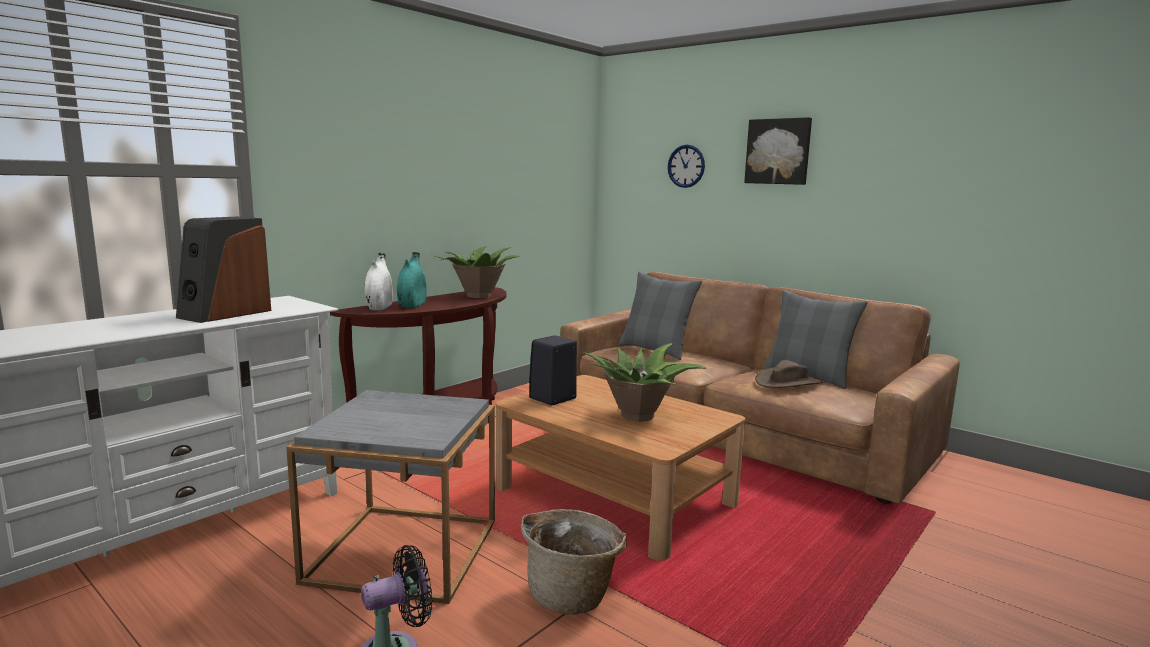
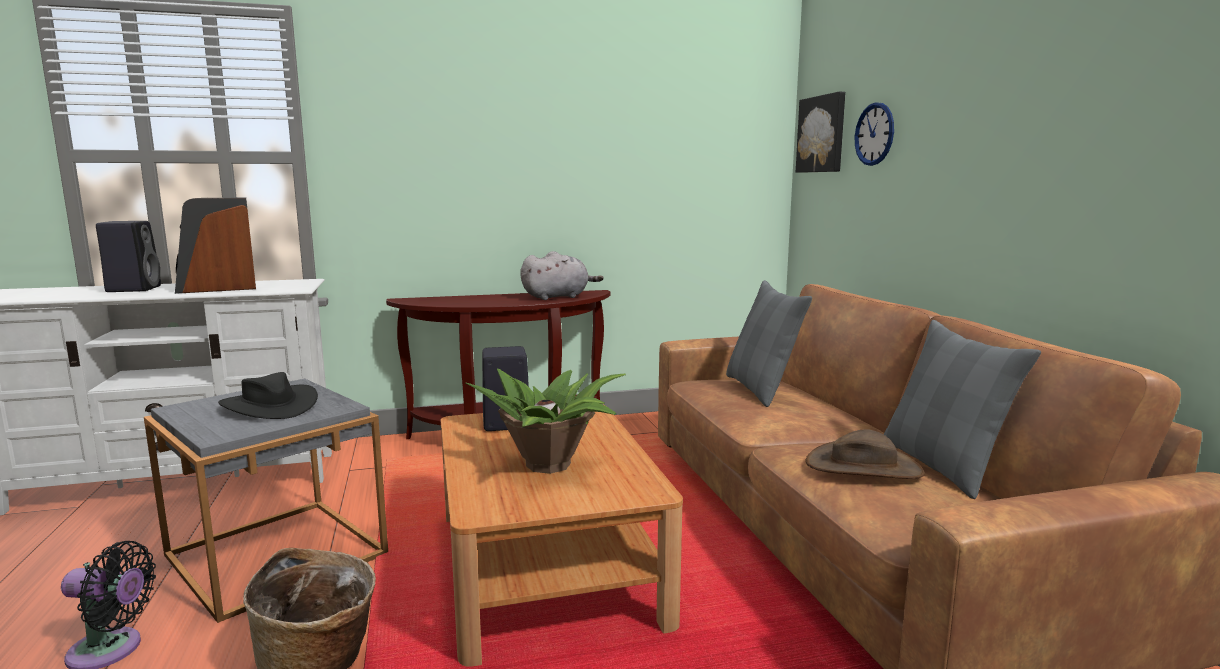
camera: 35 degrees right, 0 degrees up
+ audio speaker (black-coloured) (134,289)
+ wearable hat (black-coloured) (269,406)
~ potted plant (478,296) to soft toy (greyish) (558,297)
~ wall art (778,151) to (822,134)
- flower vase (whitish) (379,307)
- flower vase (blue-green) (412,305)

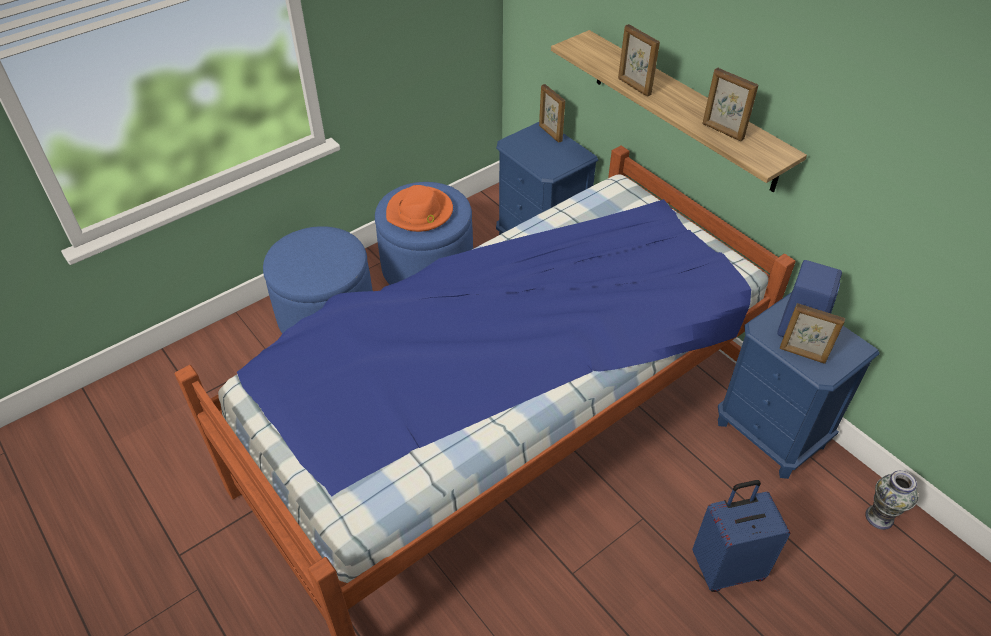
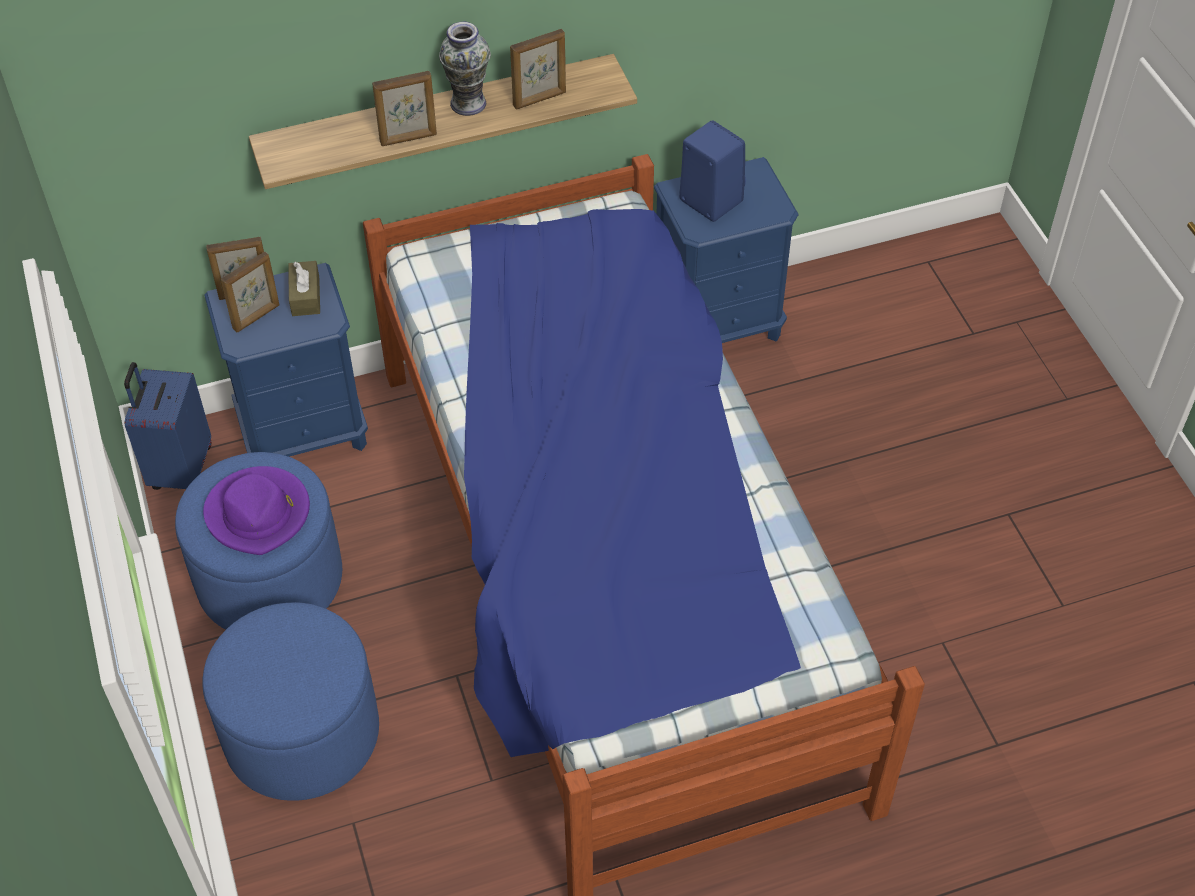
camera: 70 degrees left, 5 degrees up
~ travel case (blue-coloured) (727,567) to (180,468)
~ wearable hat (orange-coloured) (420,212) to wearable hat (purplish) (259,513)
~ photo frame (802,354) to (257,317)
+ box of tissues (brown) (305,296)
~ flower vase (879,516) to (467,103)

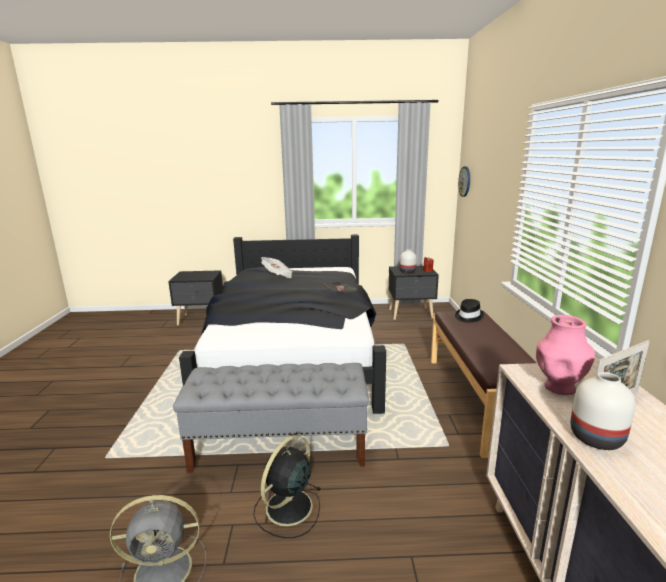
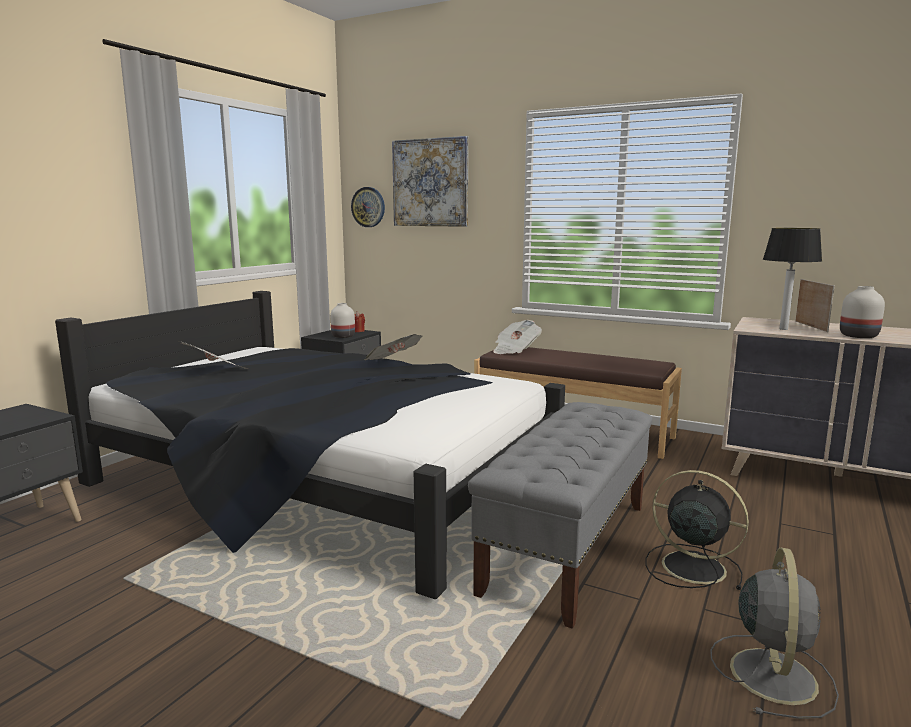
camera: 60 degrees left, 5 degrees down
+ wall art (430,183)
~ wearable hat (black-coloured) (468,316) to newspaper (515,350)
~ electric fan (black-coloured) (287,508) = (690,566) 150 degrees clockwise
~ flower vase (pinkish) (558,388) to table lamp (783,329)

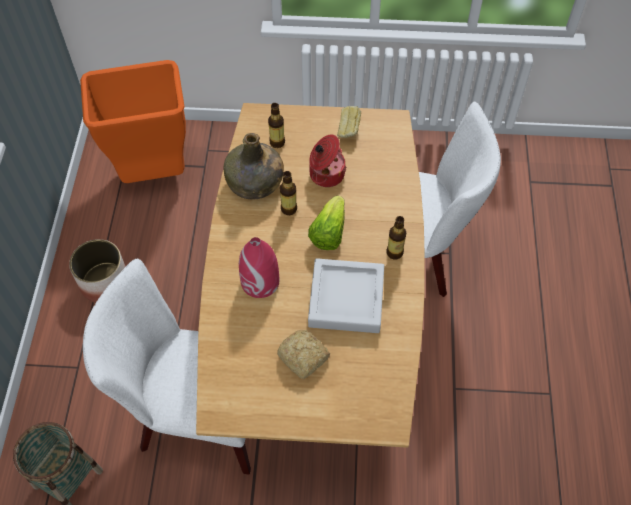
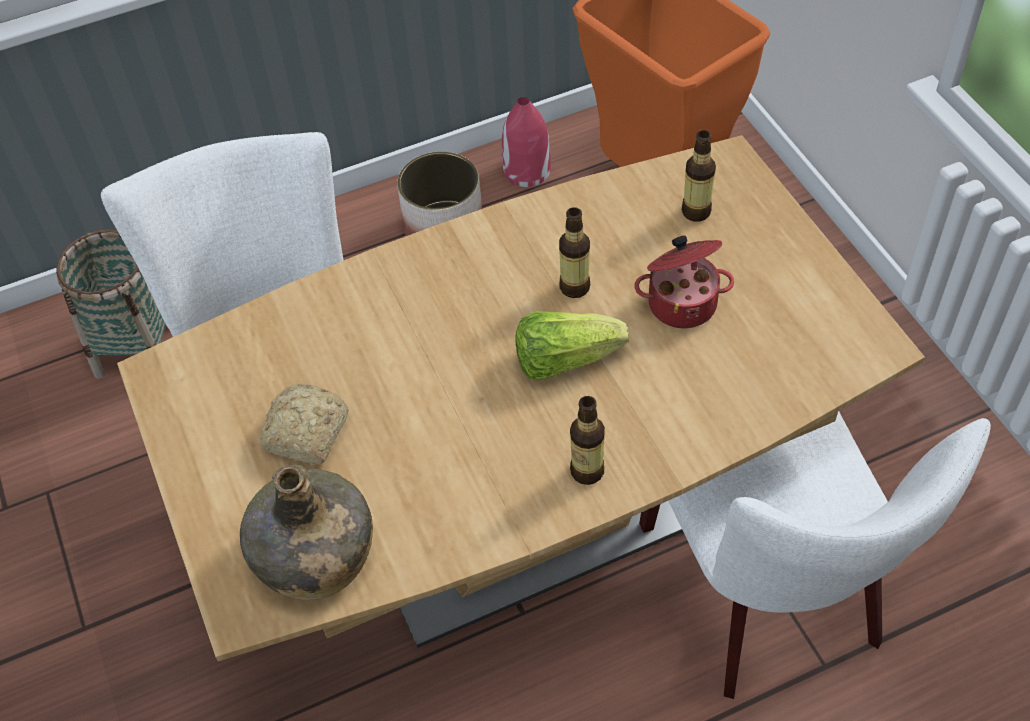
camera: 65 degrees right, 5 degrees down
~ beverage bottle (green-coloured) (255,183) to (314,556)
~ flower vase (reddish) (260,281) to (526,170)
- tray (greyish) (346,299)
- bakery bread (348,130)

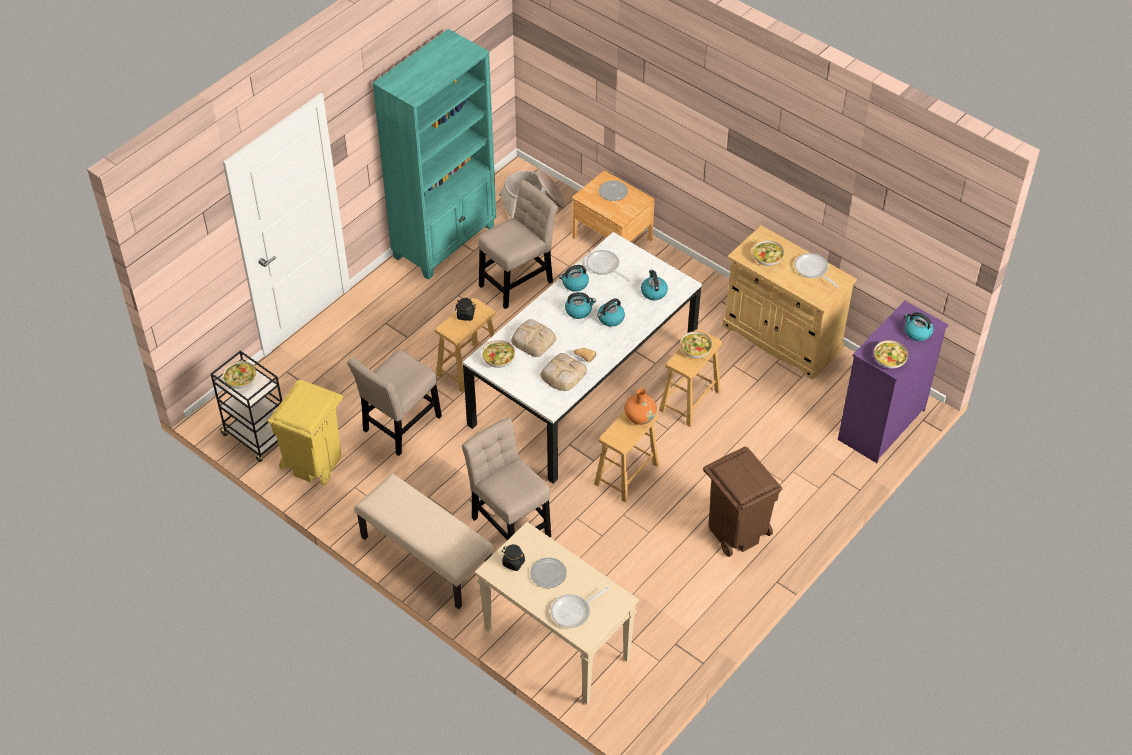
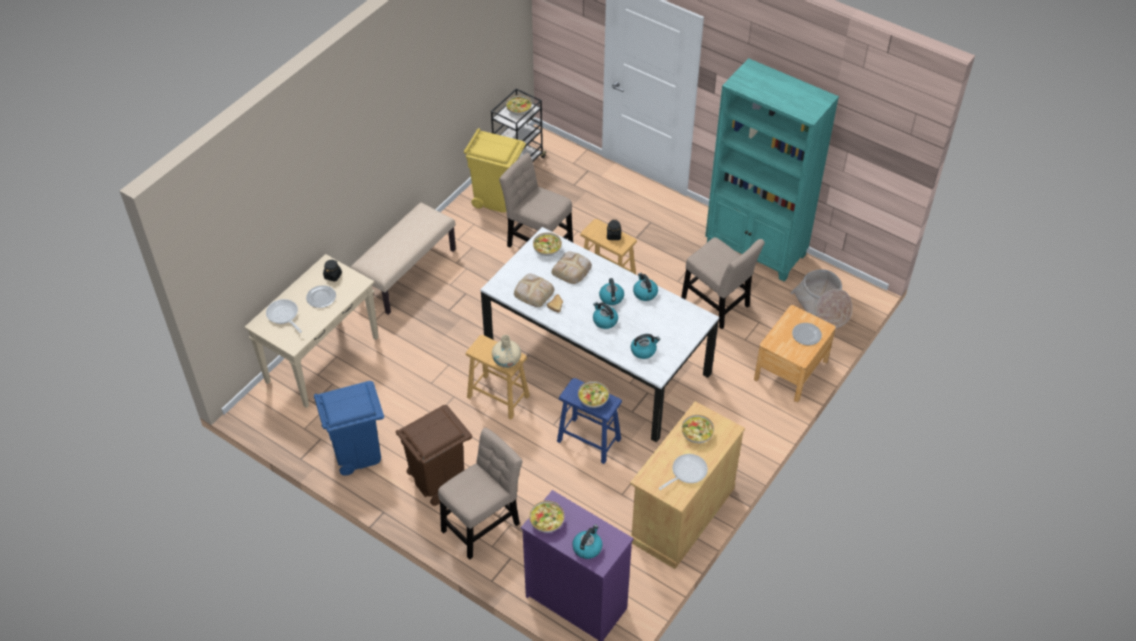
camera: 85 degrees right, 0 degrees up
+ trash can (blue-coloured) (357,452)
~ chair (beige) (509,523) to (483,524)
~ flower vase (orange-coloured) (640,417) to flower vase (beige) (506,361)
~ stool seat (brown) (690,401) to stool seat (blue-coloured) (589,440)
- skillet (604,267)

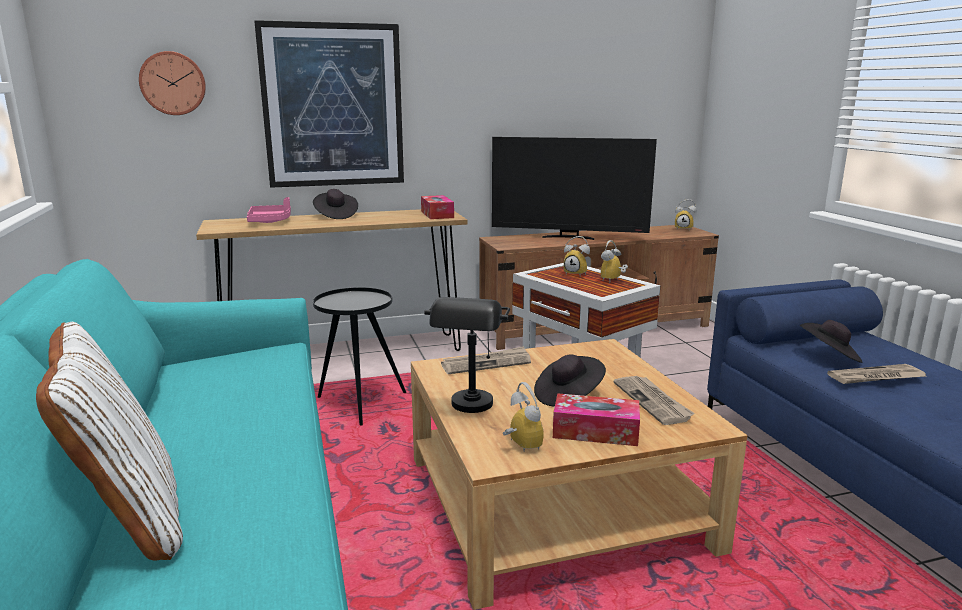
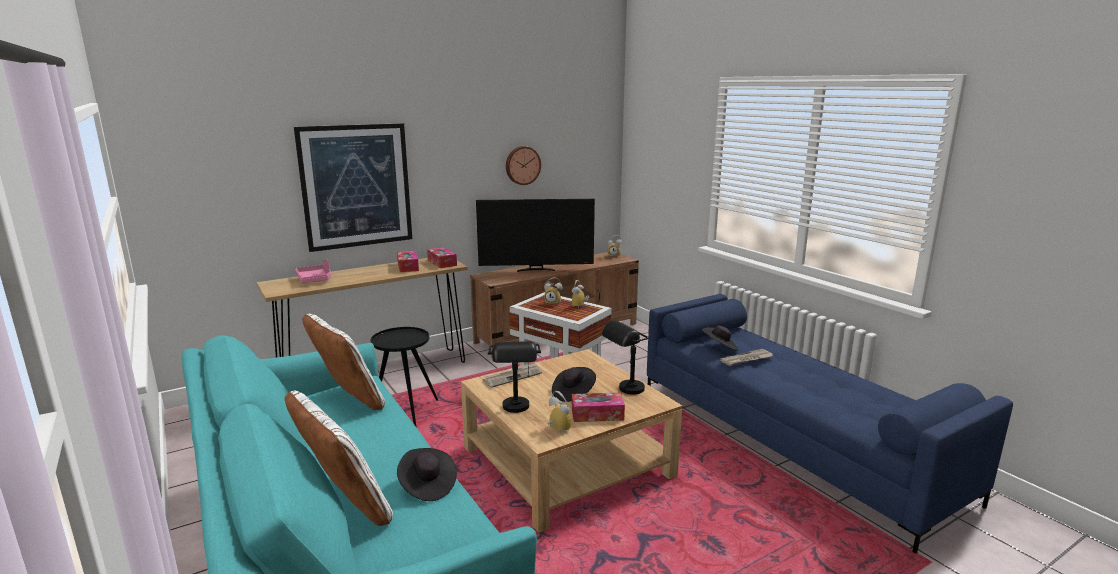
camera: 15 degrees left, 0 degrees up
+ cushion (whitish) (348,400)
+ box of tissues (408,266)
~ wearable hat (black-coloured) (335,215) to (427,485)
~ wall clock (173,83) to (522,165)
~ newspaper (653,402) to table lamp (black-coloured) (625,391)

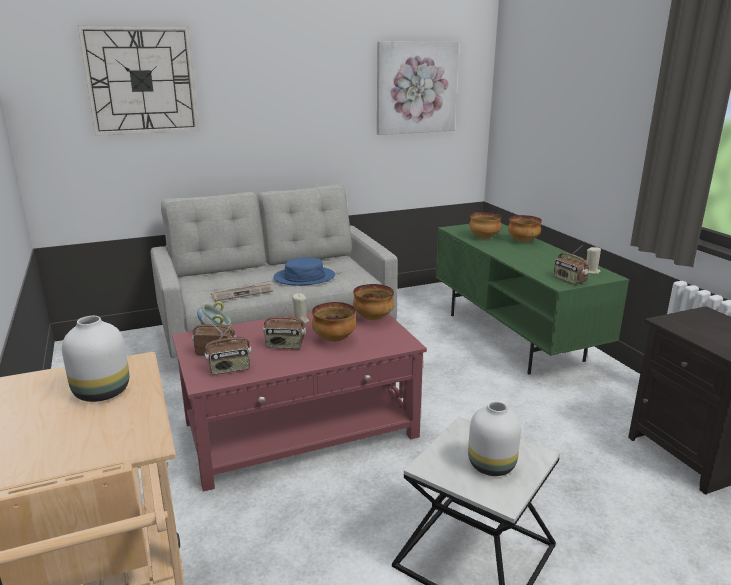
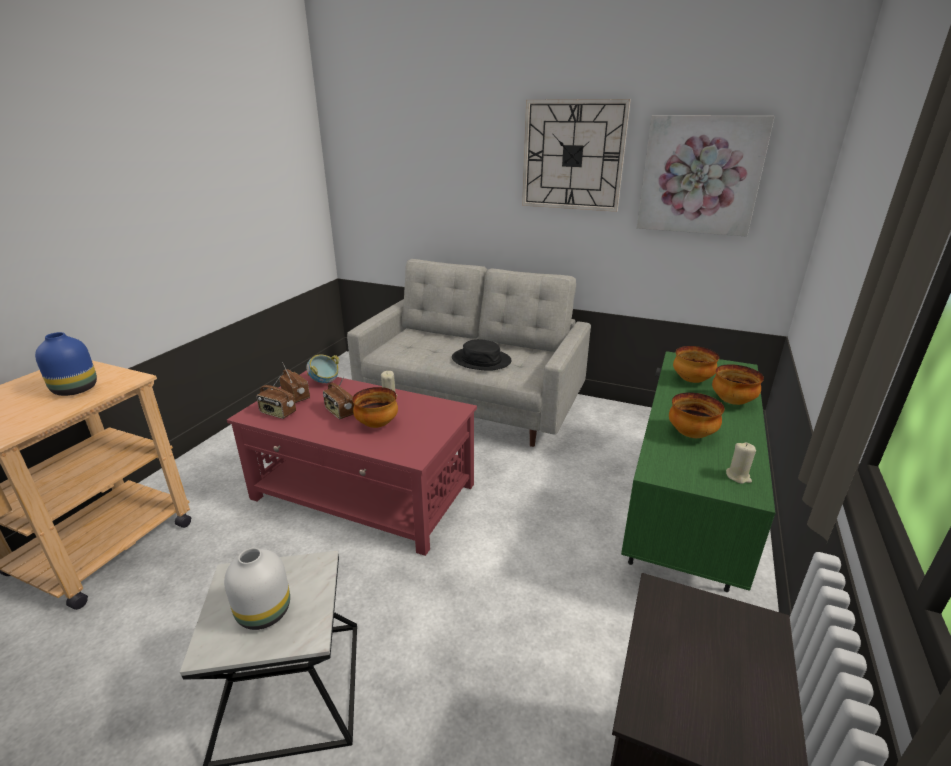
camera: 45 degrees right, 5 degrees up
~ flower vase (whitish) (100,392) to flower vase (blue-coloured) (76,389)
~ wearable hat (blue-coloured) (304,277) to wearable hat (black-coloured) (481,360)
~ wall clock (141,80) to (573,156)
~ serving bowl (372,318) to (691,434)
- newspaper (243,293)
- radio receiver (569,280)

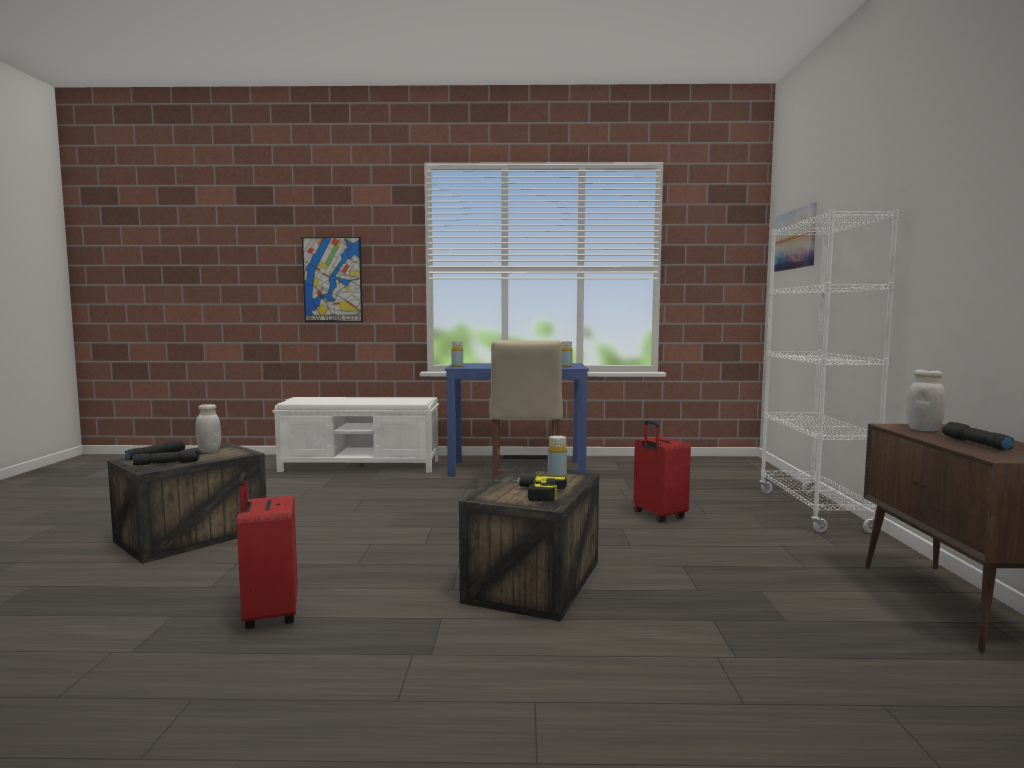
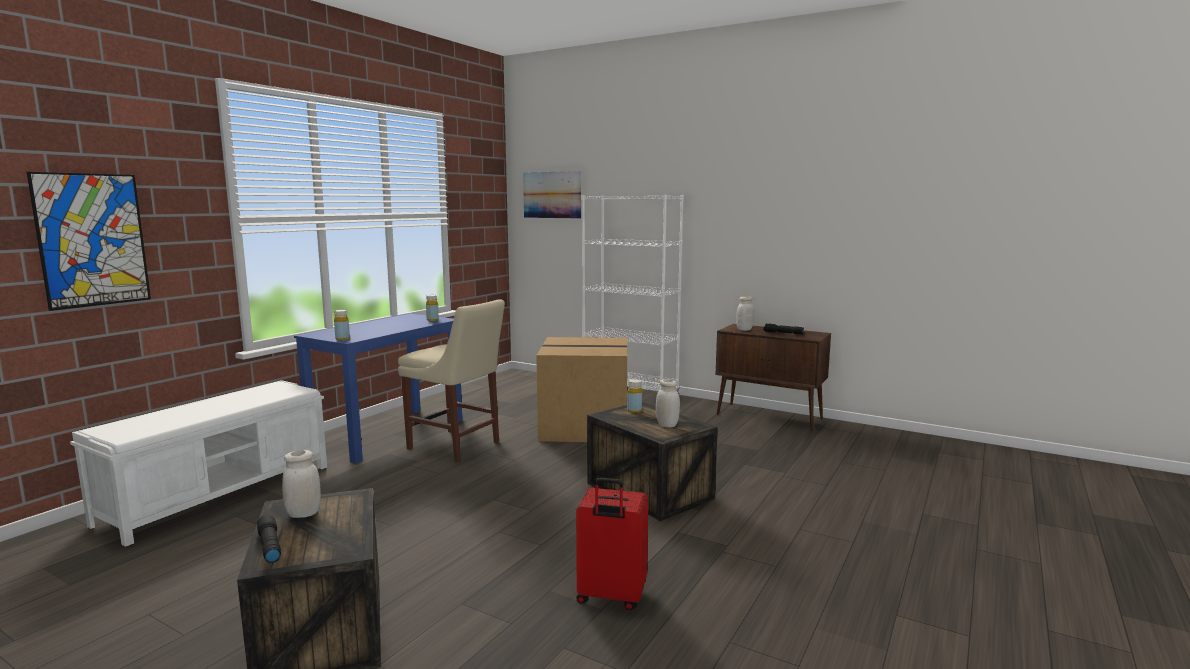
camera: 60 degrees left, 5 degrees up
~ travel case (reddish) (658,516) to packing box (583,427)
~ drill (528,493) to storage jar (whitish) (667,425)
- hand torch (black-coloured) (167,463)

